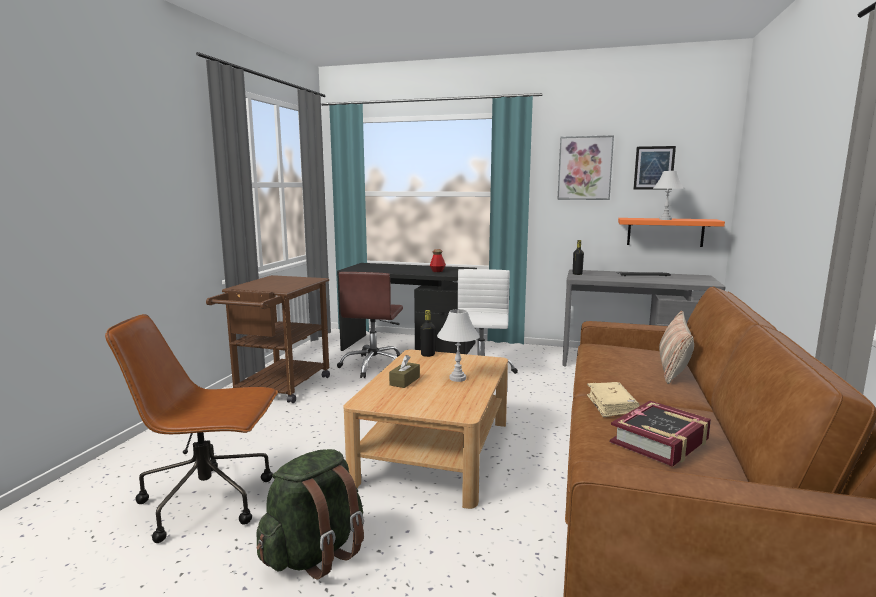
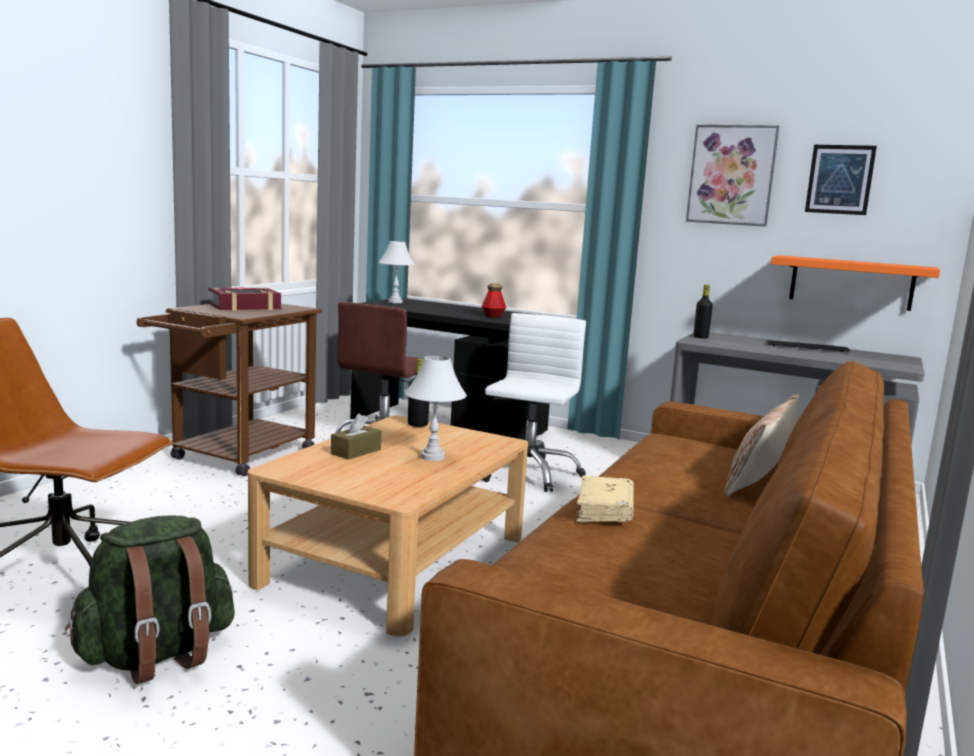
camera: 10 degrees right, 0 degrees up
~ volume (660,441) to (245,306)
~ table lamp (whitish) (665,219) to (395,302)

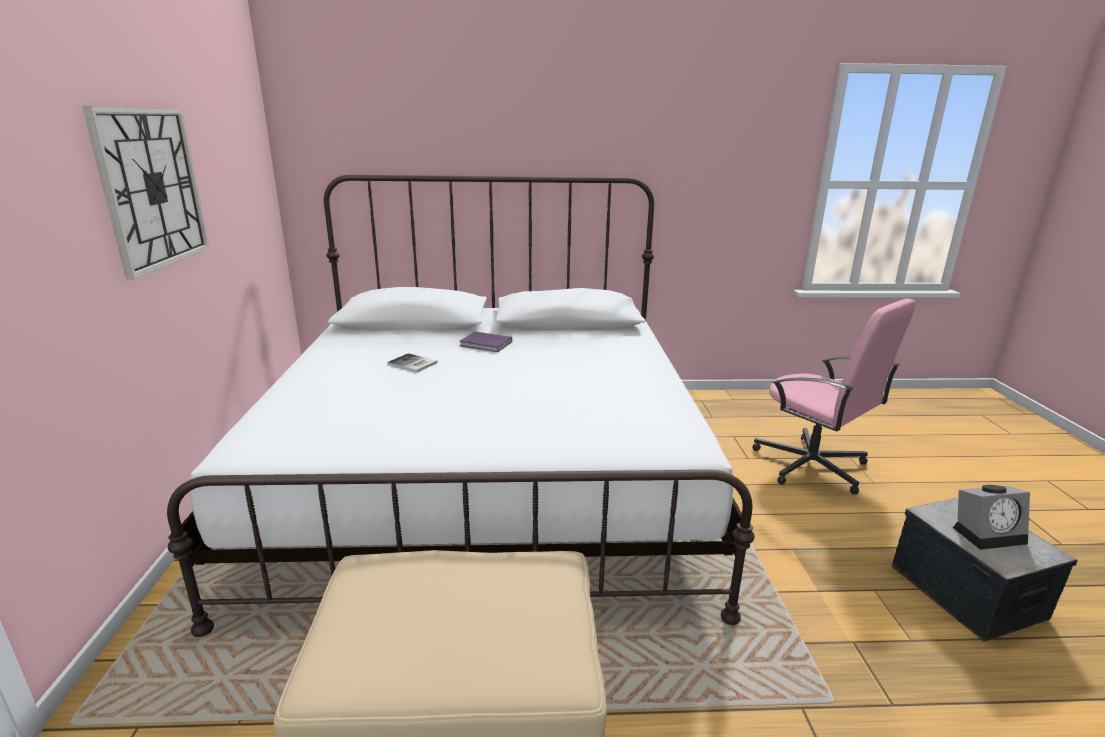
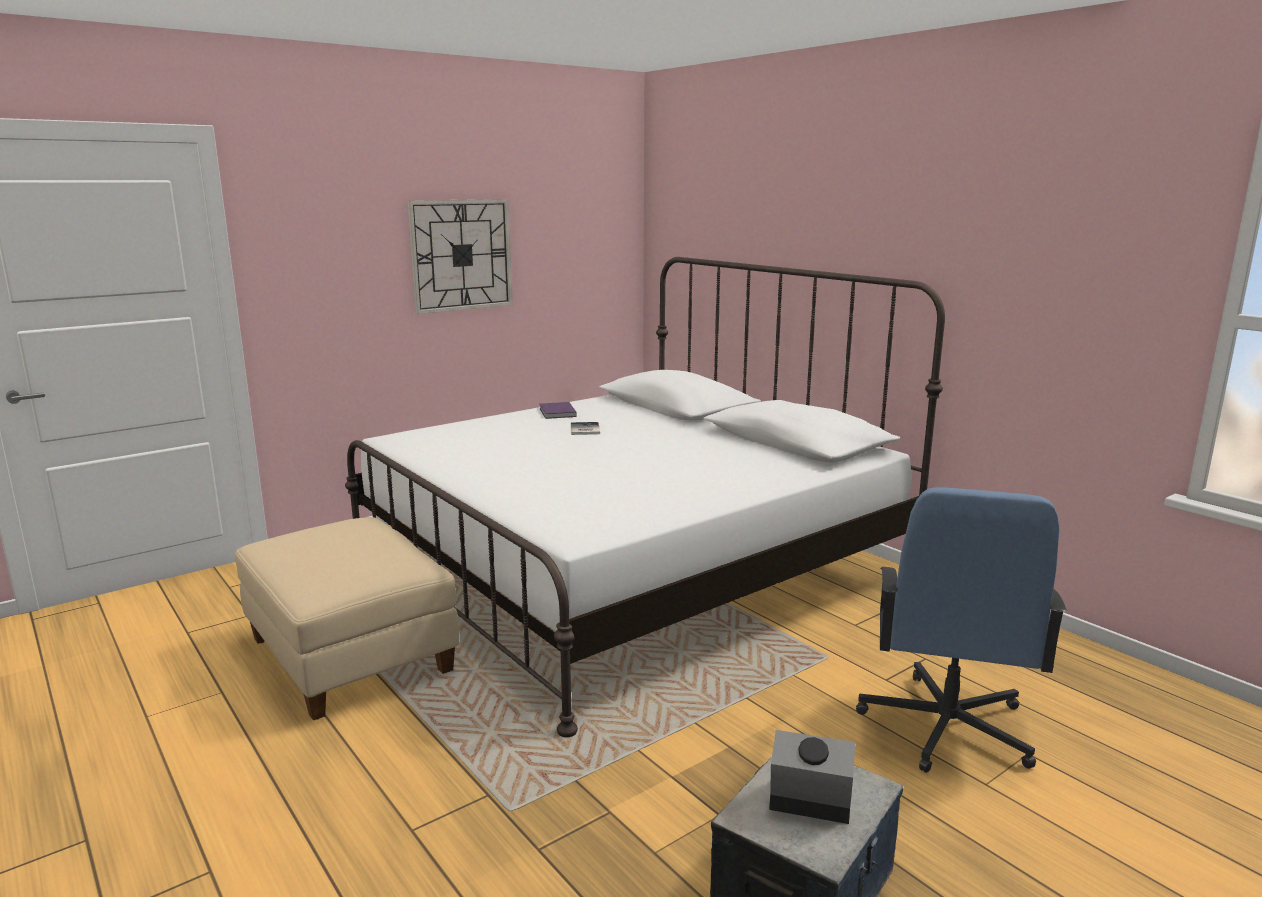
camera: 55 degrees right, 5 degrees down
~ volume (purplish) (486,344) to (557,413)
~ table clock (988,533) = (807,802) 150 degrees clockwise
~ computer chair (pinkish) (812,466) to computer chair (blue-coloured) (945,727)

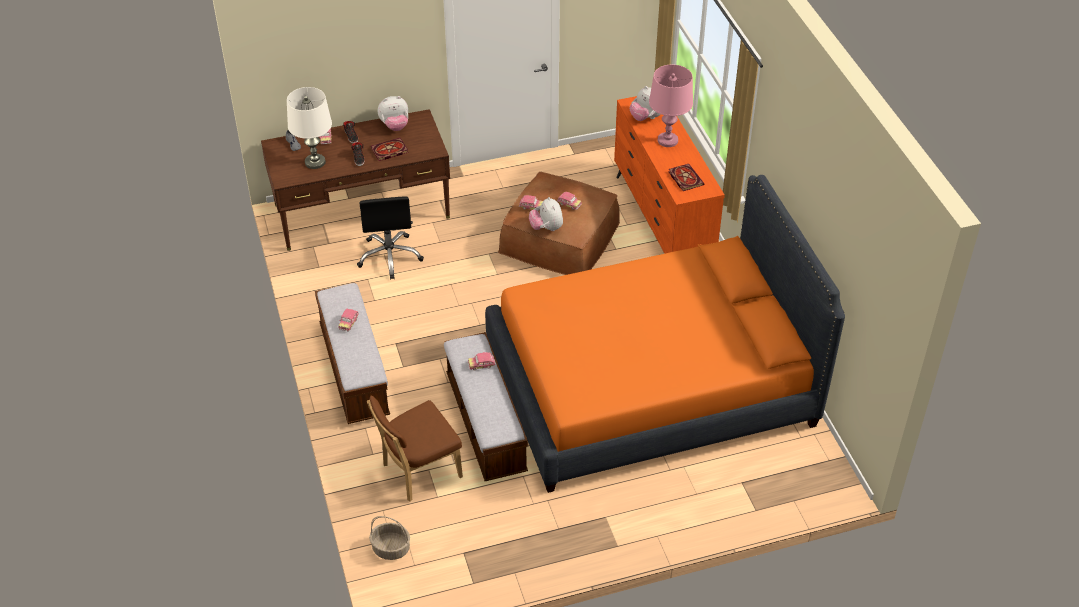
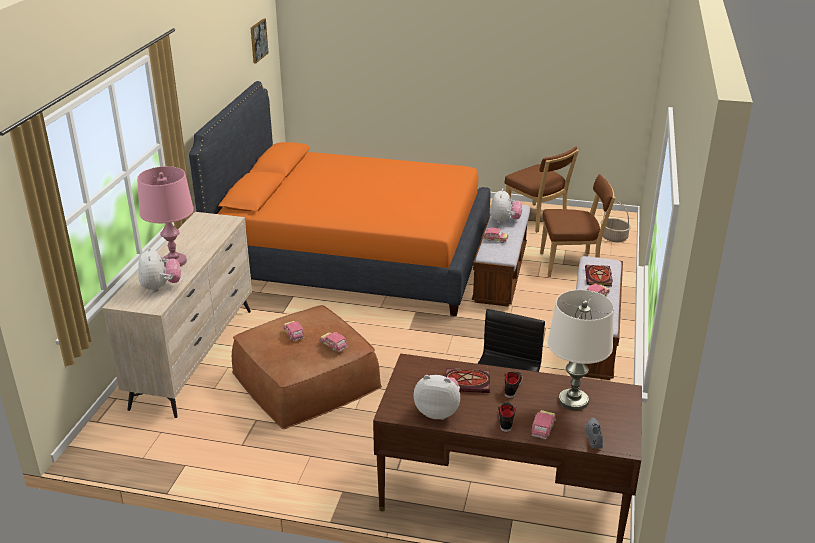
camera: 150 degrees left, 15 degrees down
~ chest of drawers (orange-coloured) (662,223) to chest of drawers (beige) (195,356)
+ wall art (258,40)
~ soft toy (546,228) to (504,221)
+ chair (brown) (537,220)
~ volume (684,178) to (599,277)

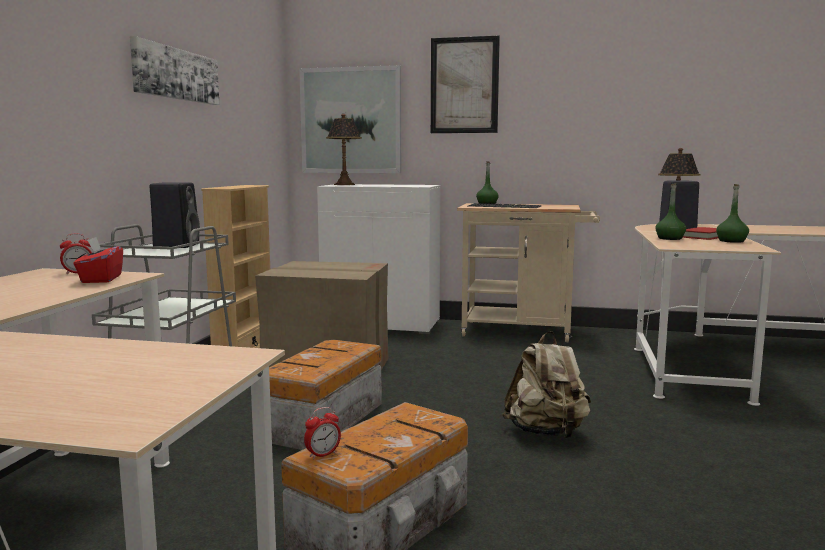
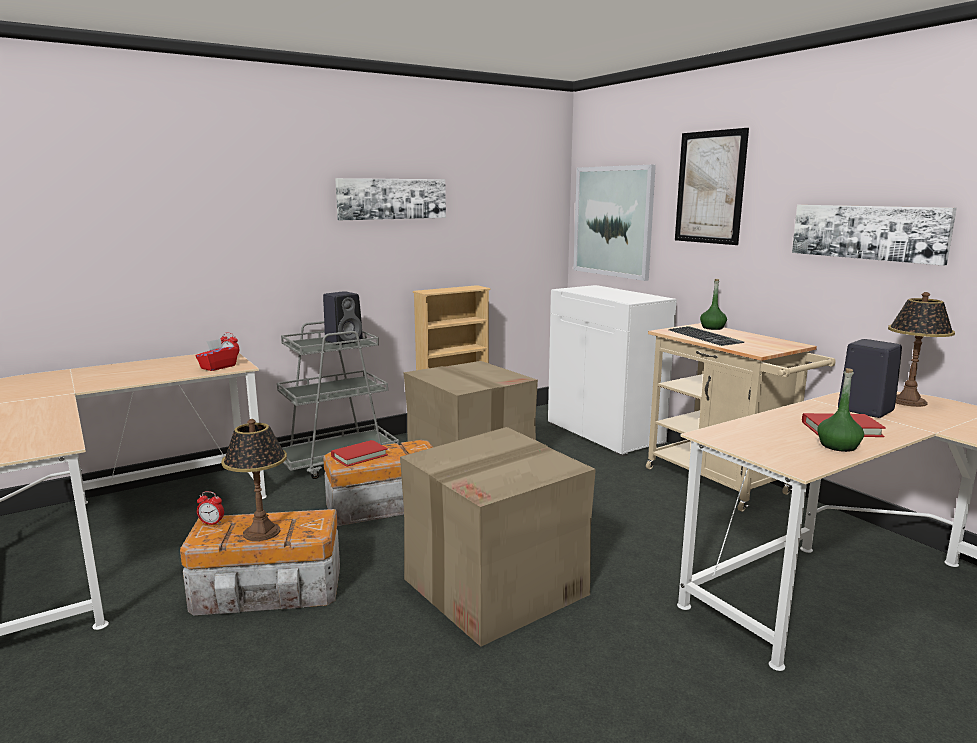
camera: 45 degrees right, 5 degrees up
~ table lamp (344,184) to (262,532)
+ volume (reddish) (359,456)
~ rucksack (beige) (546,433) to packing box (496,586)
+ wall art (868,232)
- beverage bottle (green-coloured) (669,238)

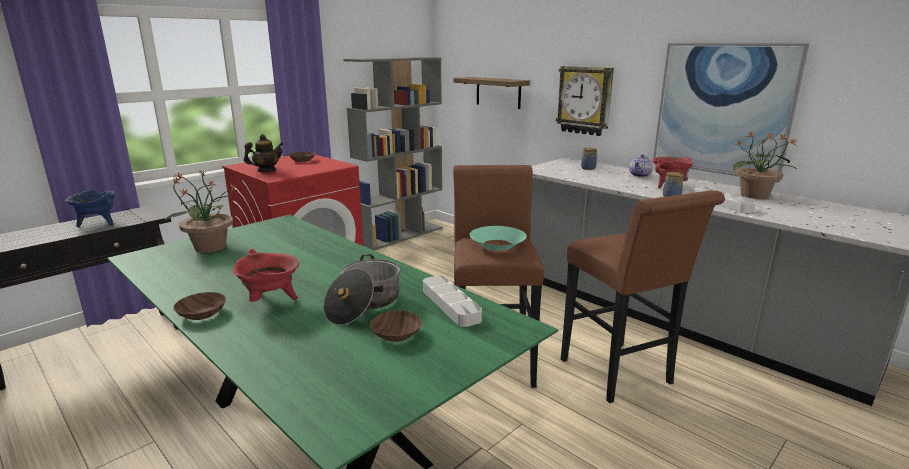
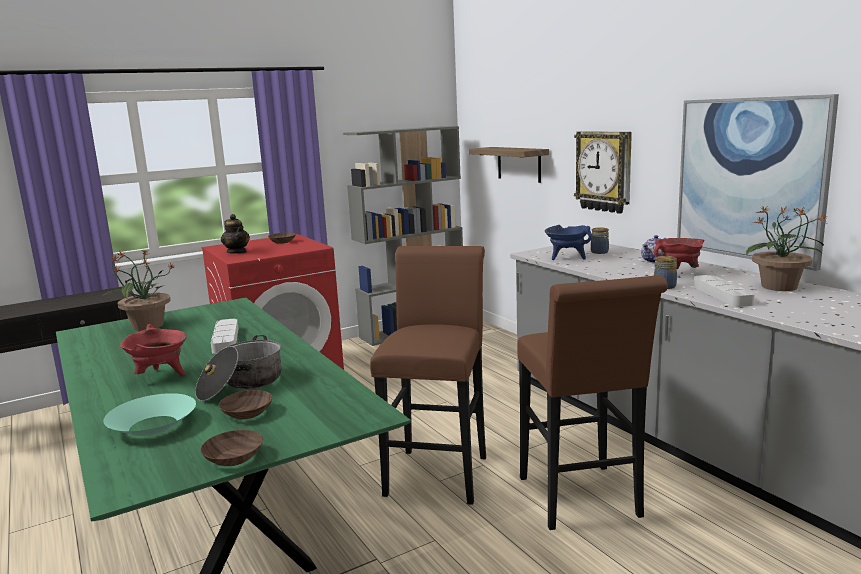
camera: 15 degrees right, 5 degrees down
~ serving bowl (blue-green) (497,245) to (153,426)
~ serving bowl (brown) (203,313) to (235,458)
~ tray (greyish) (450,304) to (225,340)
~ teapot (266,171) = (237,252) 75 degrees clockwise
~ saucepot (blue-coloured) (98,223) to (567,258)

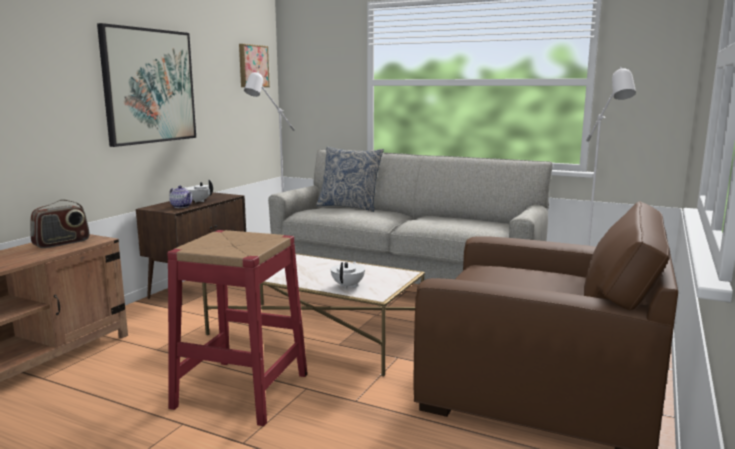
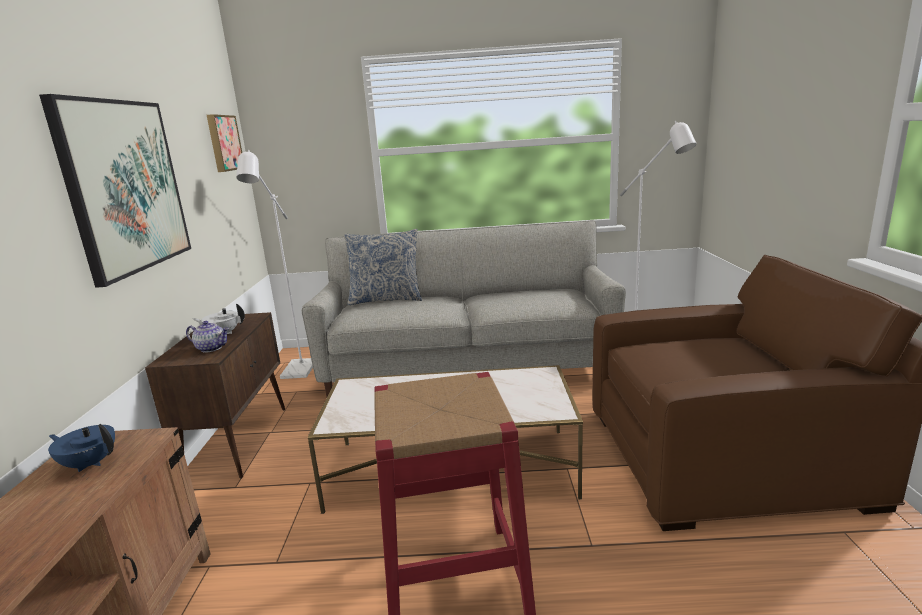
camera: 25 degrees left, 5 degrees up
~ radio receiver (61,243) to teapot (blue-coloured) (90,463)
- teapot (whitish) (348,286)

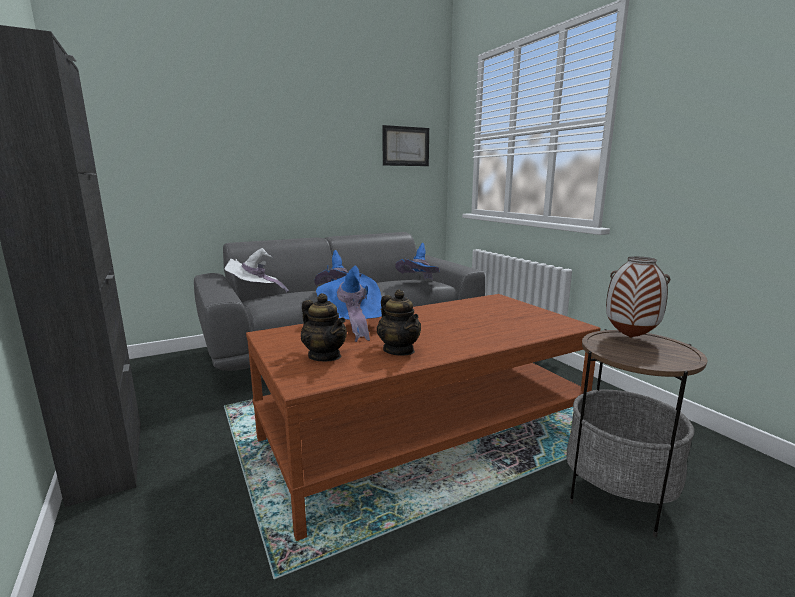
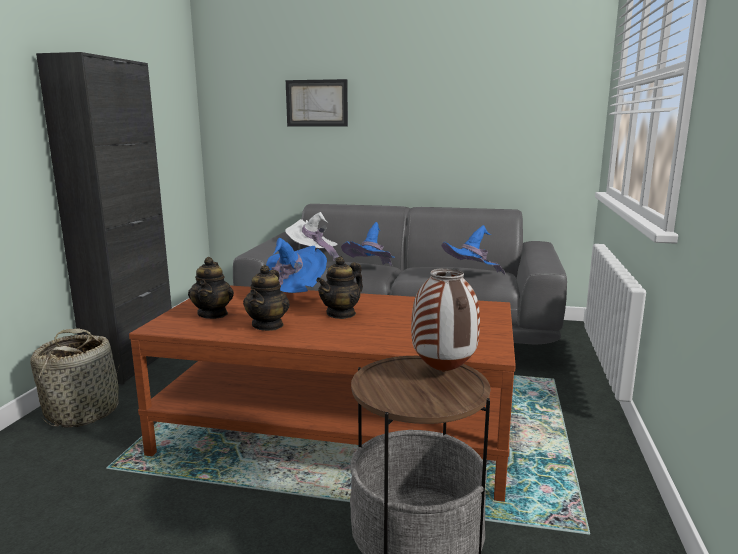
camera: 40 degrees right, 0 degrees up
+ basket (83,412)
~ wall art (405,146) to (317,103)
+ teapot (341,314)

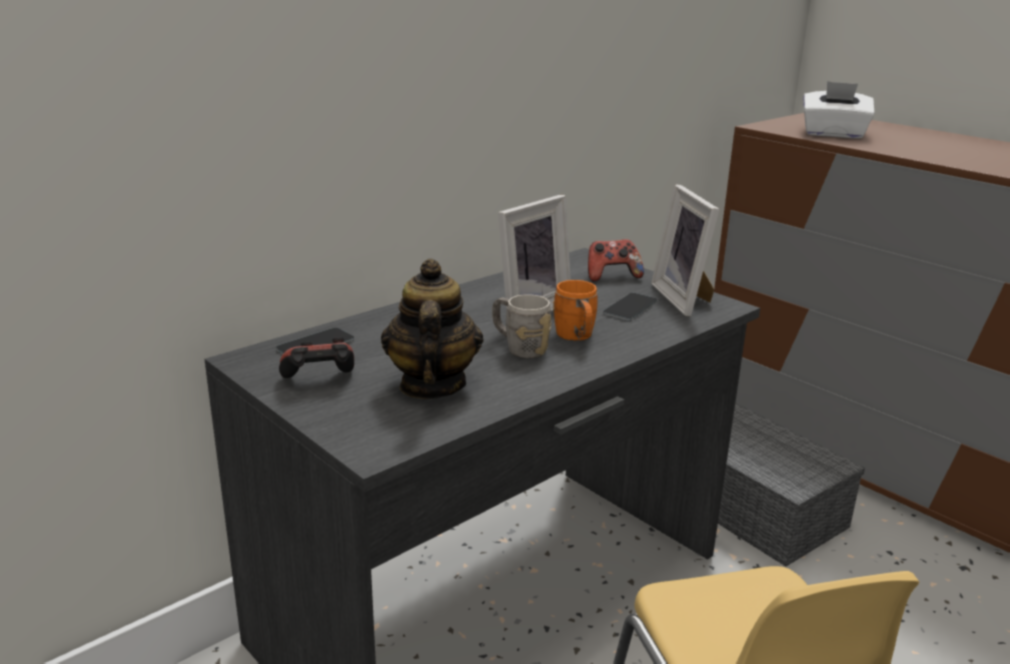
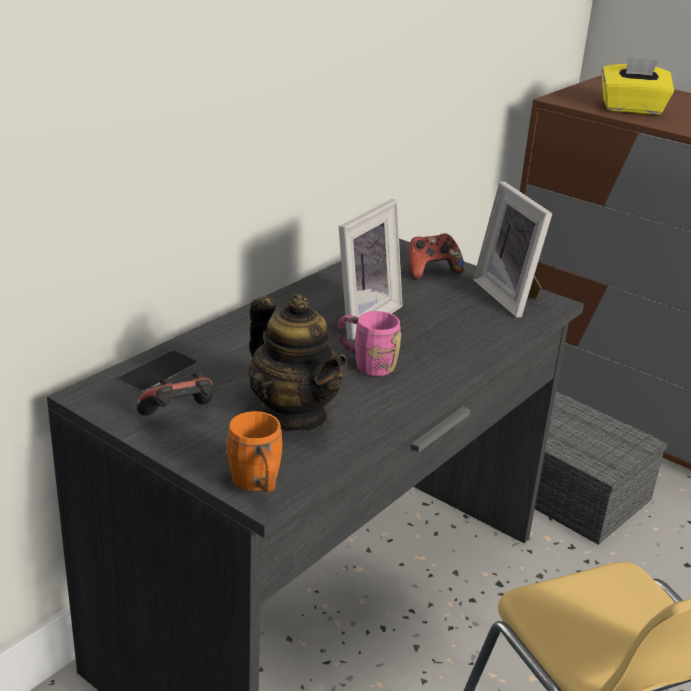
camera: 10 degrees left, 5 degrees up
~ tea mug (orange-coloured) (576,337) to (258,485)
~ teapot (431,385) = (294,414) 150 degrees clockwise
~ tea mug (greyish) (519,348) to tea mug (pinkish) (366,364)
~ box of tissues (whitish) (833,134) to box of tissues (yellow-coloured) (632,109)
- telephone (630,307)

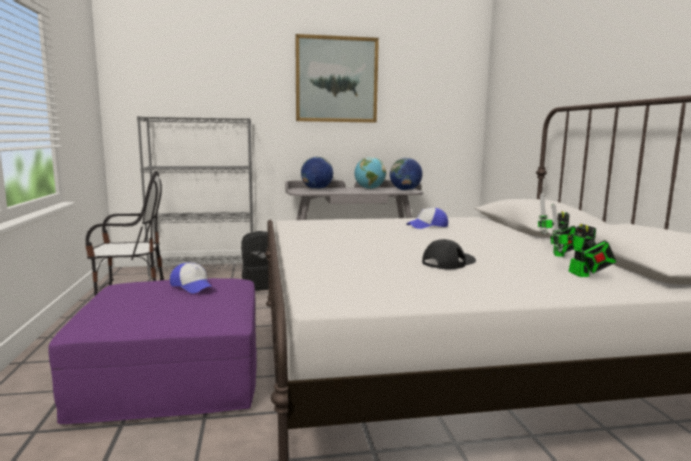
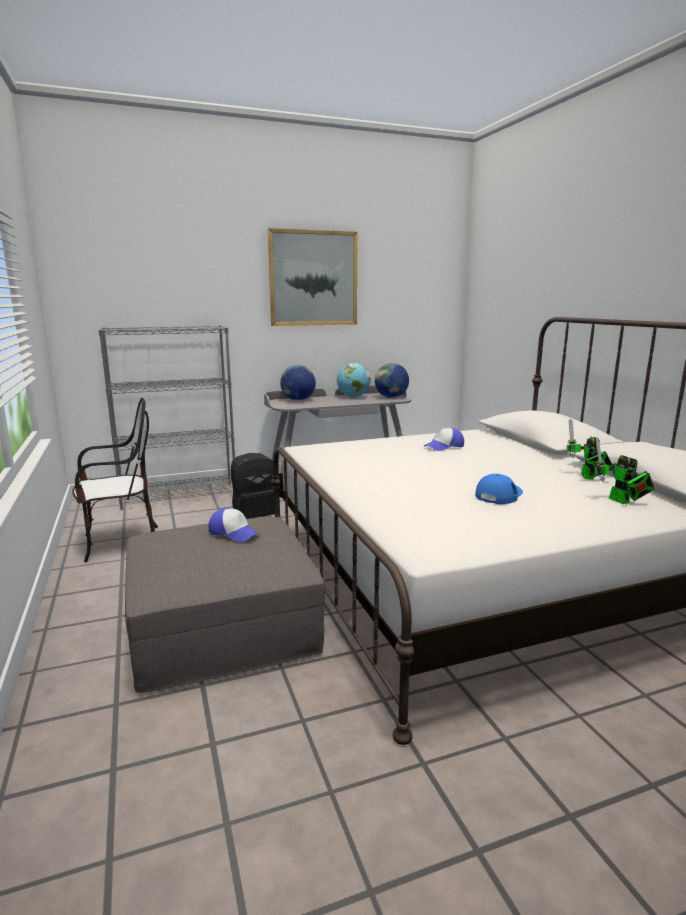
camera: 10 degrees left, 5 degrees up
~ ottoman (purplish) (175,375) to ottoman (greyish) (224,625)
~ peaked cap (black-coloured) (448,262) to peaked cap (blue-coloured) (499,495)

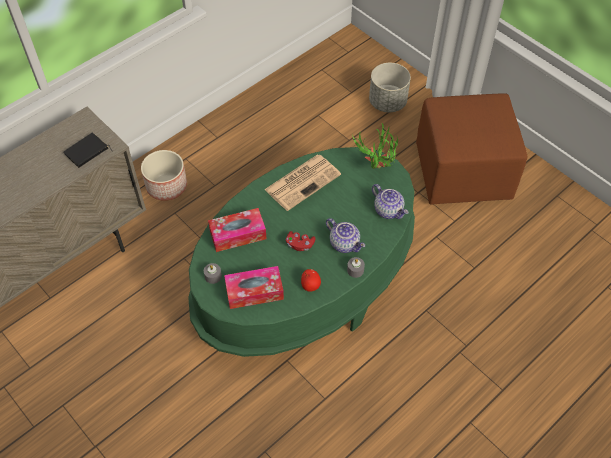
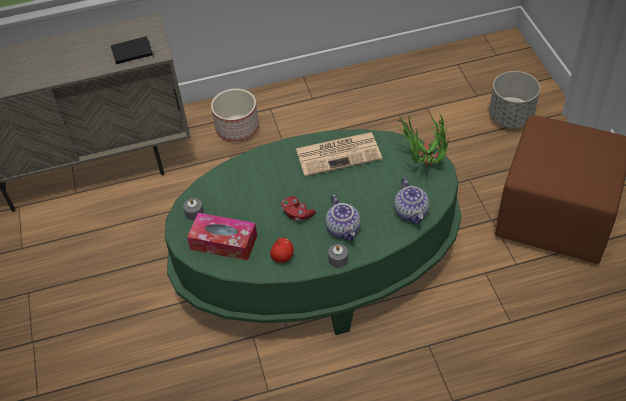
camera: 30 degrees right, 5 degrees down
- box of tissues (238,234)

